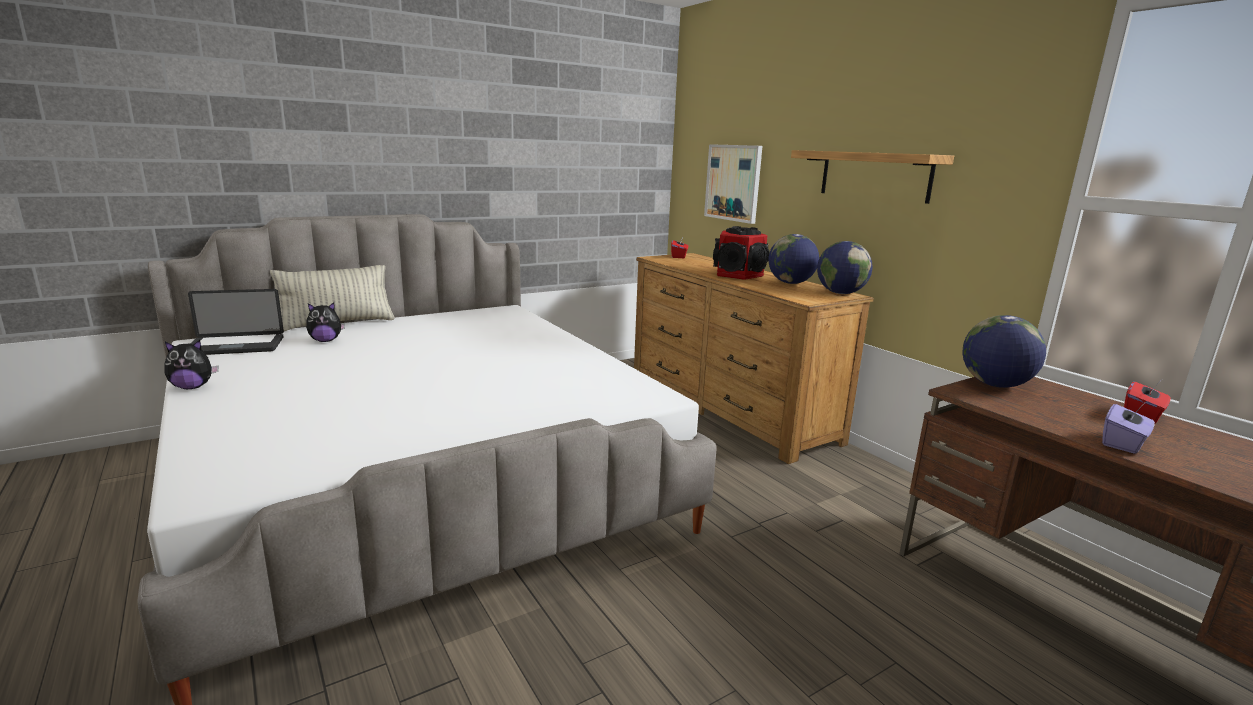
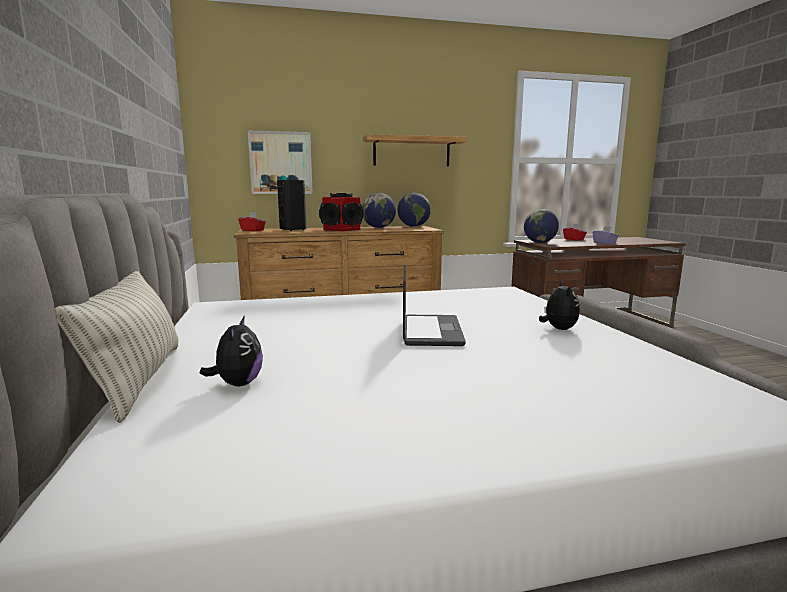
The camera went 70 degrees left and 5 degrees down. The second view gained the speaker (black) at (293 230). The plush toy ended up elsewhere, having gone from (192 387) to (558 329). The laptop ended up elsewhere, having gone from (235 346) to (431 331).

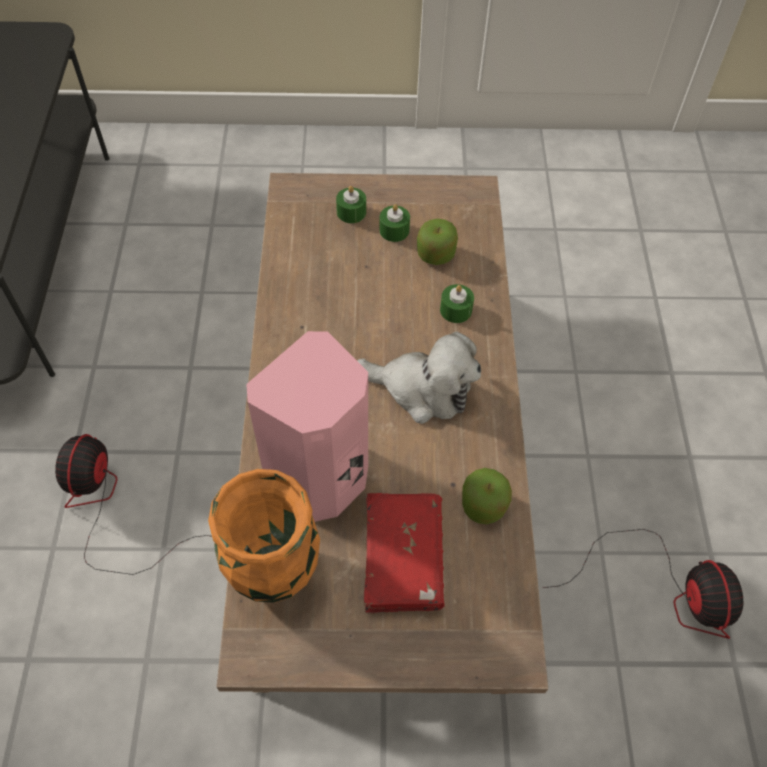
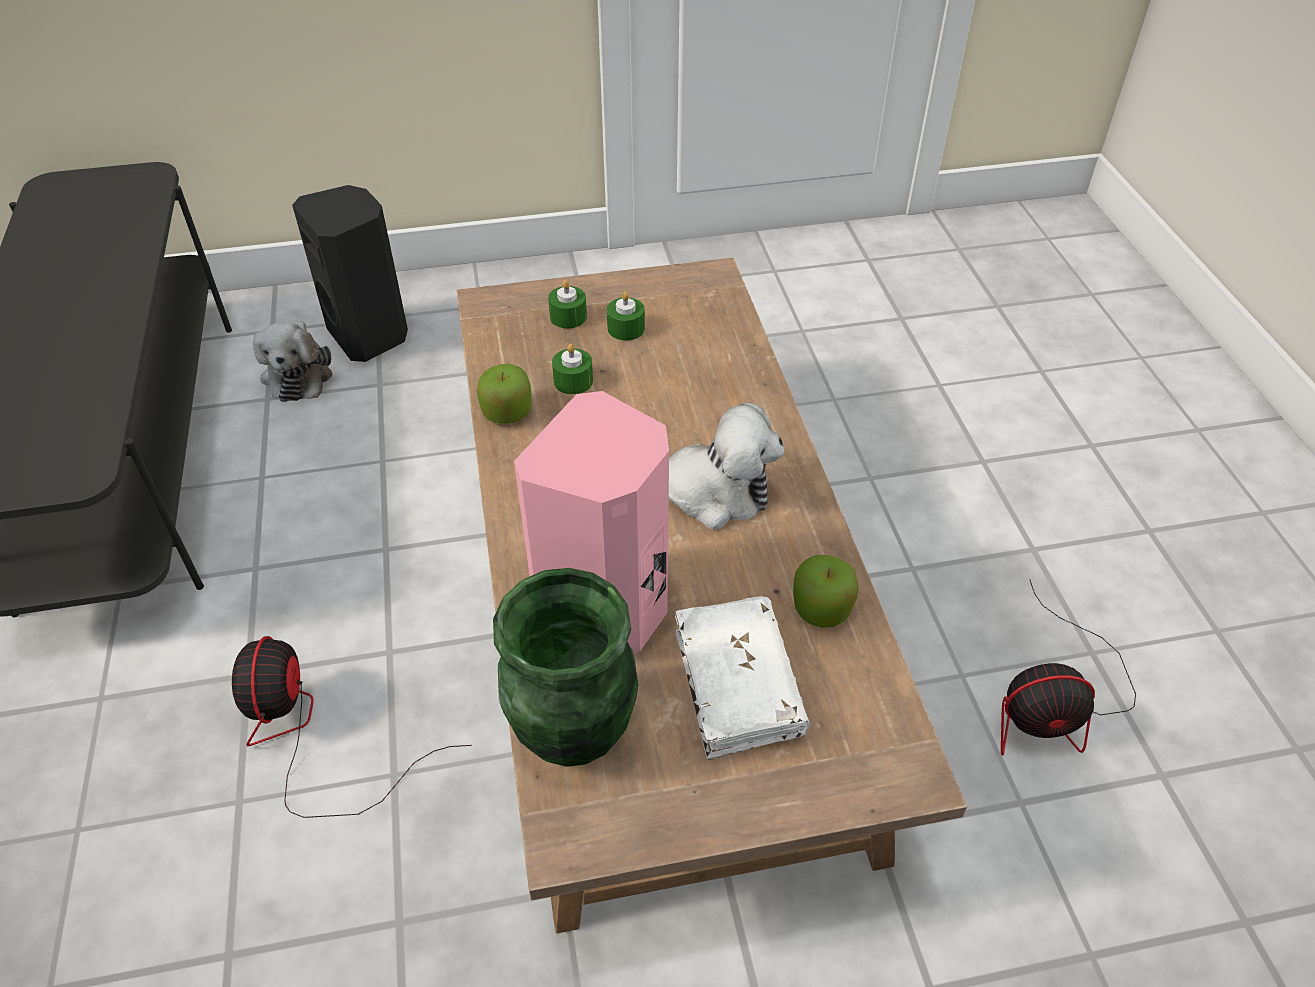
The camera went 10 degrees left and 10 degrees down. The second view gained the plush toy at (298 374). The second view gained the speaker (black) at (370 335). The apple ended up elsewhere, having gone from (436 254) to (507 412). The candle (green) ended up elsewhere, having gone from (456 310) to (573 381). What was the vase (orange) at (274 573) turned into the vase (green) at (573 734). What was the book (red) at (403 558) turned into the book (white) at (738 686). The fan at (667 590) ended up facing another way, 105 degrees clockwise from before.

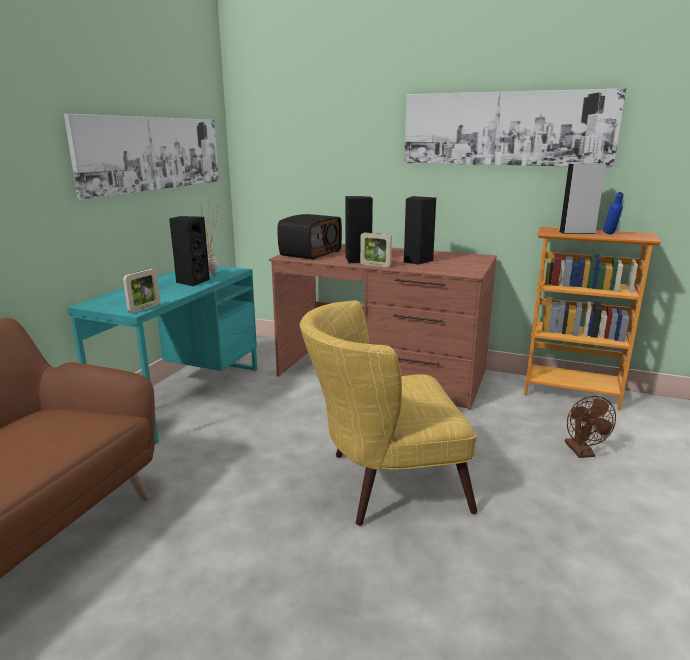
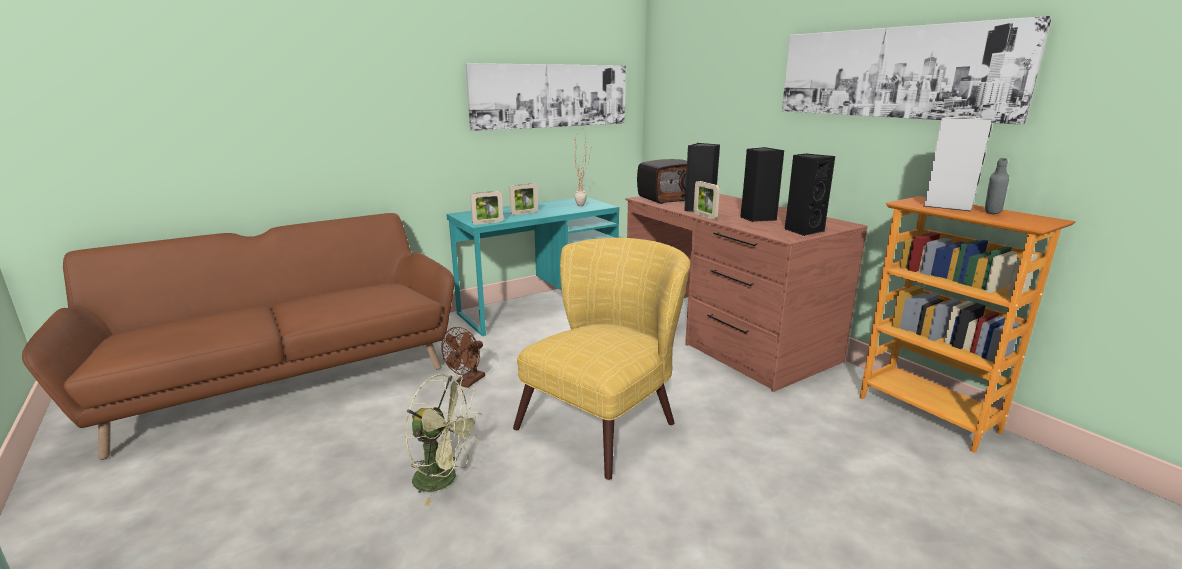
The camera went 35 degrees right and 0 degrees up. The second view gained the fan (green) at (444 479). The second view gained the picture frame at (524 213). The speaker (black) ended up elsewhere, having gone from (192 282) to (803 230). The fan (brown) ended up elsewhere, having gone from (582 452) to (467 382). What was the bottle (blue) at (610 234) turned into the bottle (grey) at (991 214). The armchair (yellow) at (382 483) ended up facing another way, 105 degrees clockwise from before.

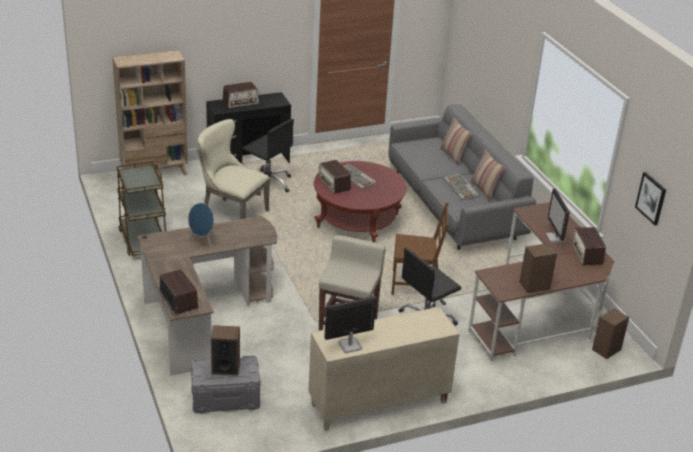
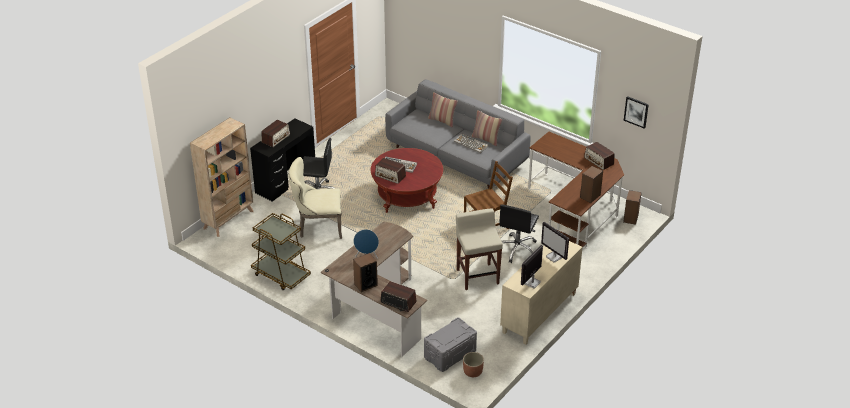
The camera went 30 degrees left and 5 degrees up. The second view gained the planter at (472 372). The speaker ended up elsewhere, having gone from (225 368) to (365 284). The monitor ended up elsewhere, having gone from (555 238) to (554 257).

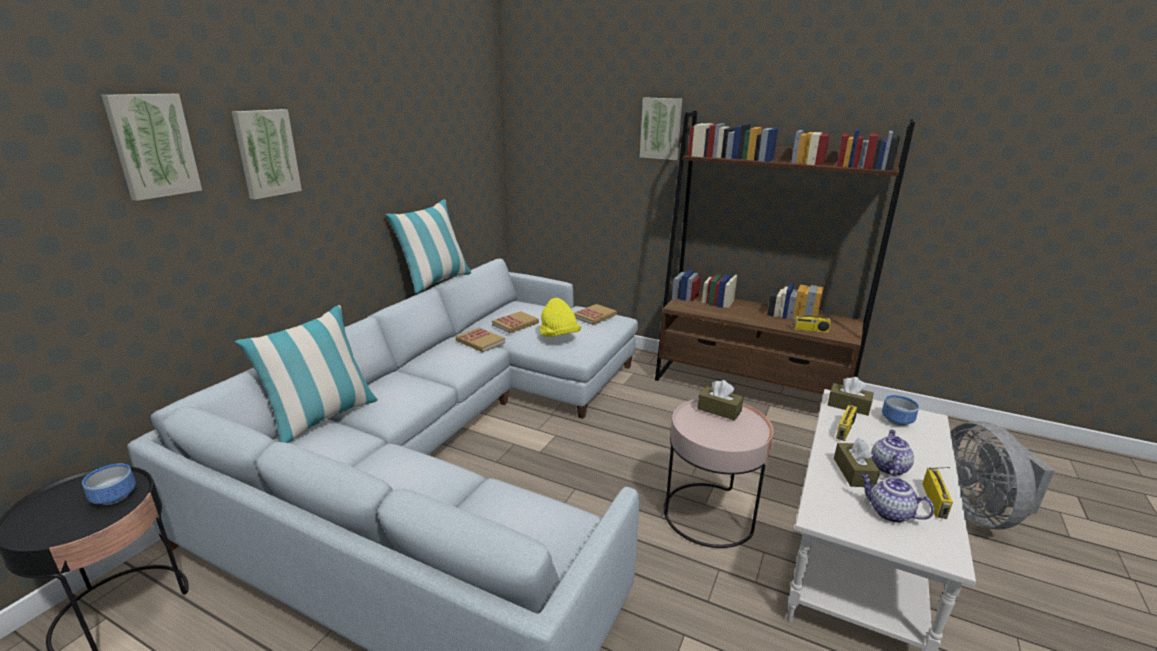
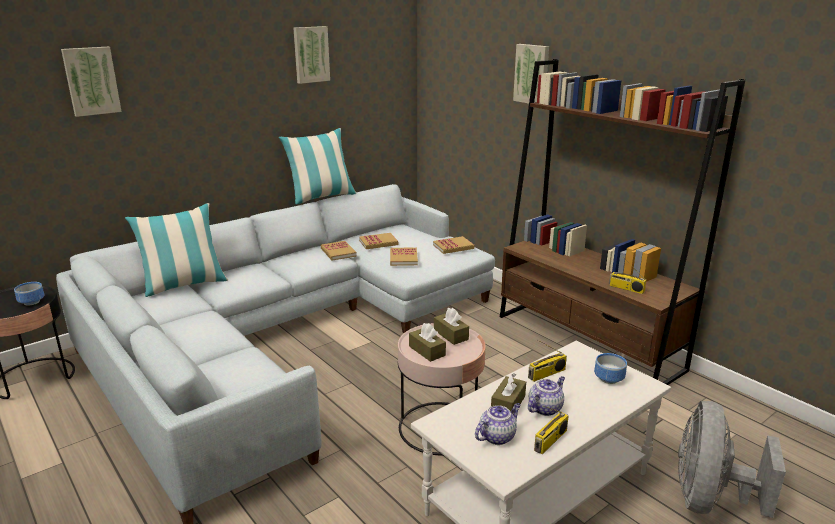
The camera went 25 degrees right and 0 degrees up. The picture ended up elsewhere, having gone from (266 153) to (311 54). The tissue box (brown) ended up elsewhere, having gone from (848 406) to (427 351). Where the hat (yellow) stood at (559 336), the book came to stand at (403 258). The teapot at (889 512) ended up facing another way, 75 degrees clockwise from before.

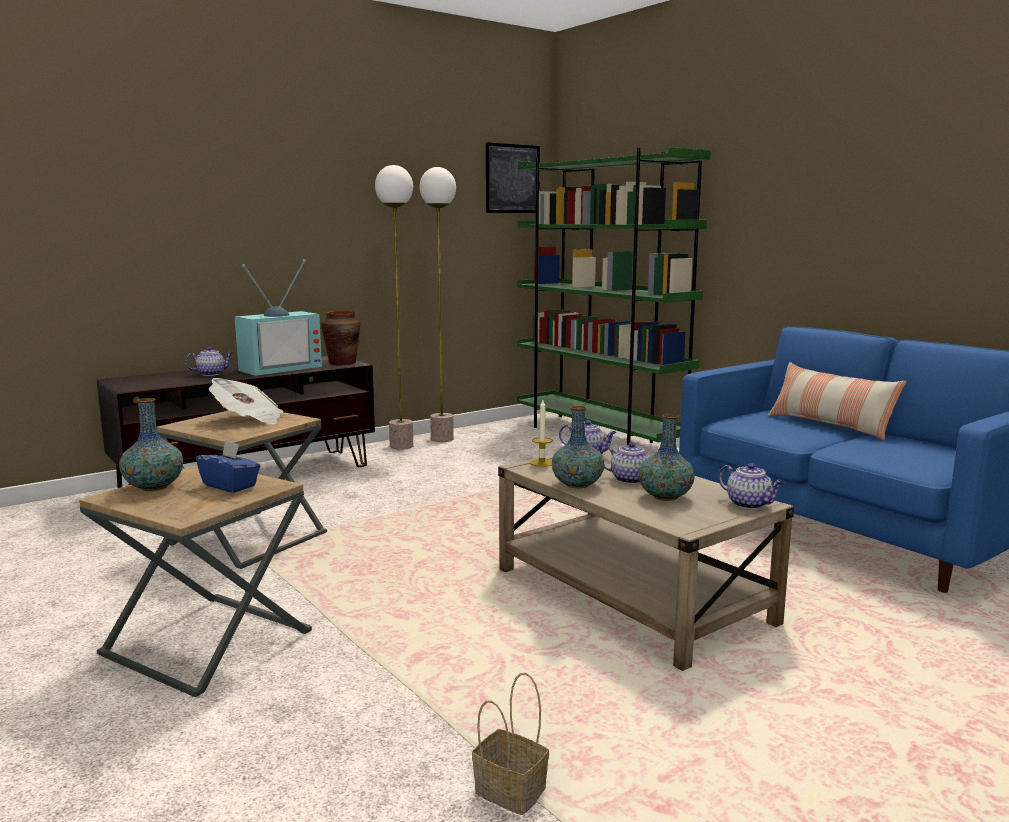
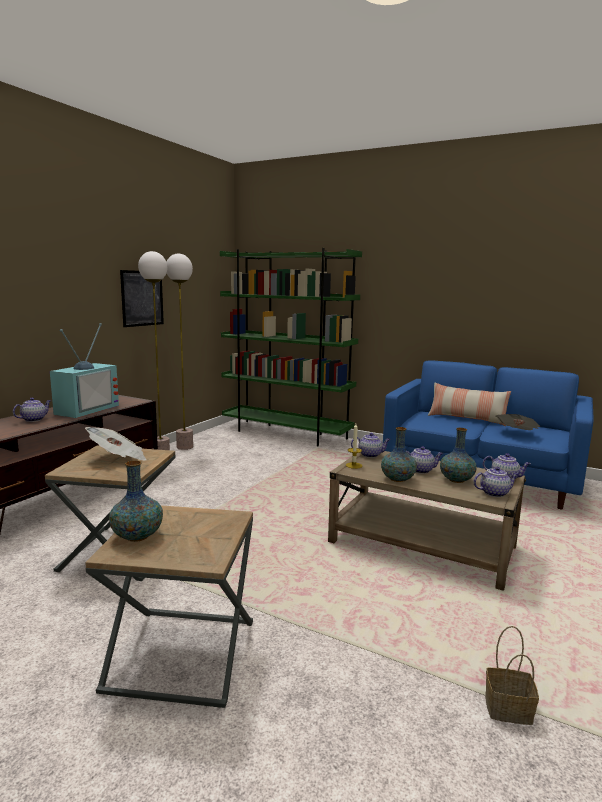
The camera went 25 degrees left and 0 degrees up. The second view lost the tissue box (blue) at (230 486). The second view lost the vase (brown) at (342 363). The second view gained the teapot at (494 493). The second view gained the newspaper at (517 433). The picture ended up elsewhere, having gone from (512 178) to (142 298).

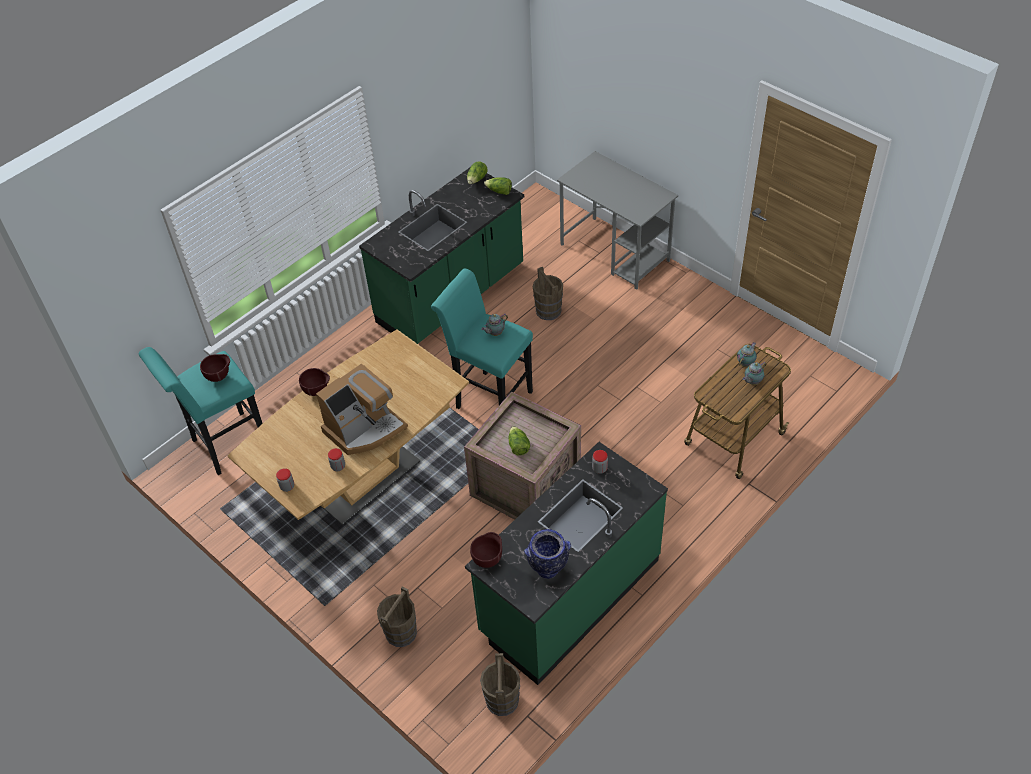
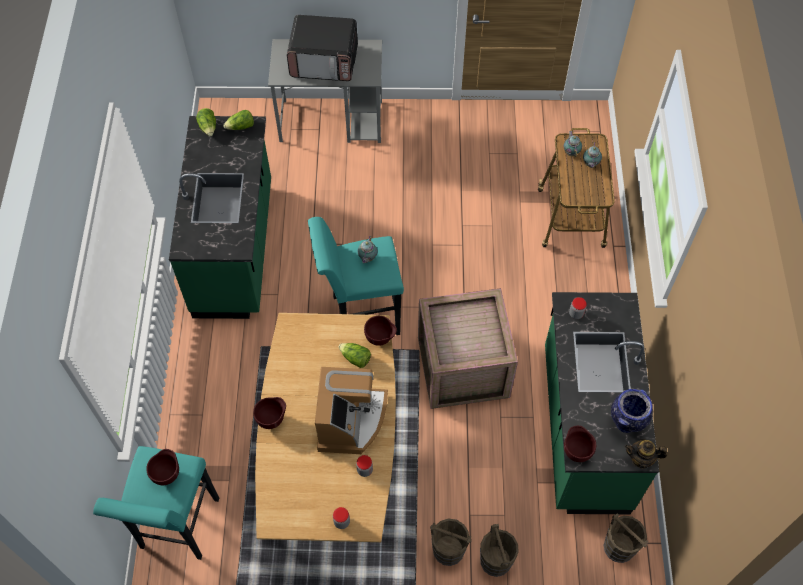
The camera went 45 degrees left and 10 degrees up. The second view gained the microwave at (324 61). The second view gained the bowl (brown) at (380 338). The second view gained the teapot at (641 459). The lettuce ended up elsewhere, having gone from (518 446) to (355 358). The bucket (brown) ended up elsewhere, having gone from (548 310) to (448 550).

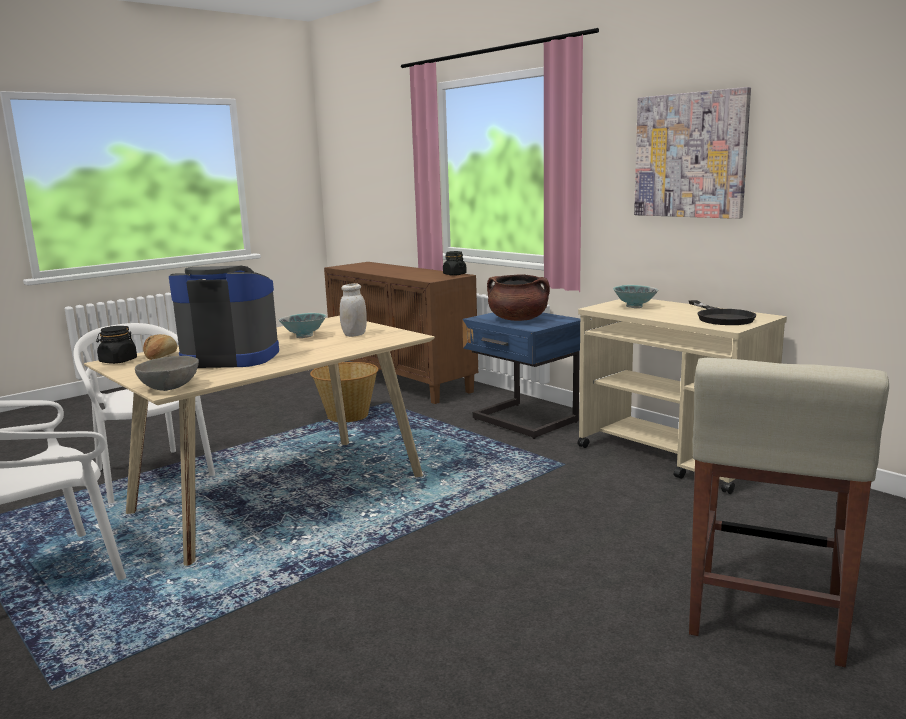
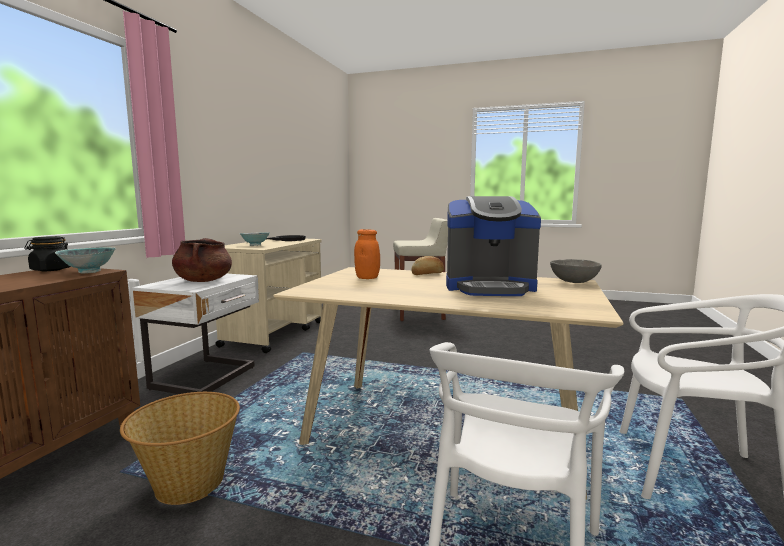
The camera went 120 degrees left and 5 degrees down. The second view lost the jar (black) at (118 361). The second view lost the picture at (690 155). The bread ended up elsewhere, having gone from (160 356) to (428 274). The bowl ended up elsewhere, having gone from (304 336) to (89 272). What was the jar (white) at (354 335) turned into the jar (orange) at (367 278). What was the nightstand (blue) at (523 421) turned into the nightstand (white) at (207 378). The coffee machine at (230 357) ended up facing another way, 60 degrees counterclockwise from before.

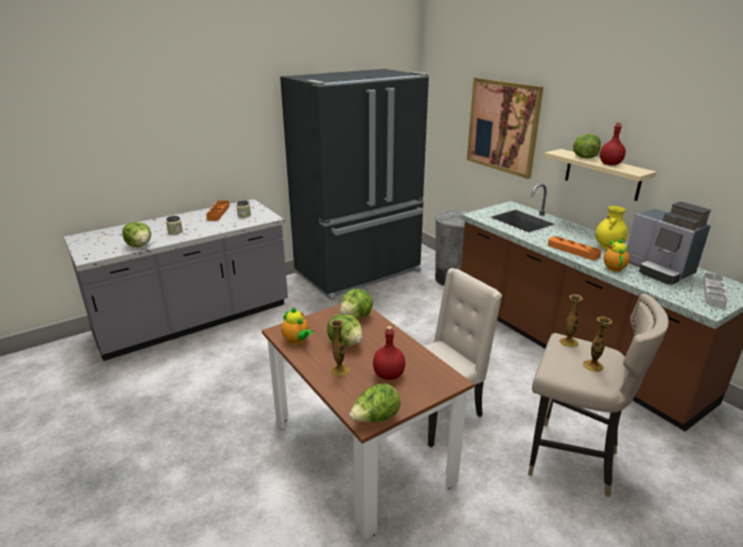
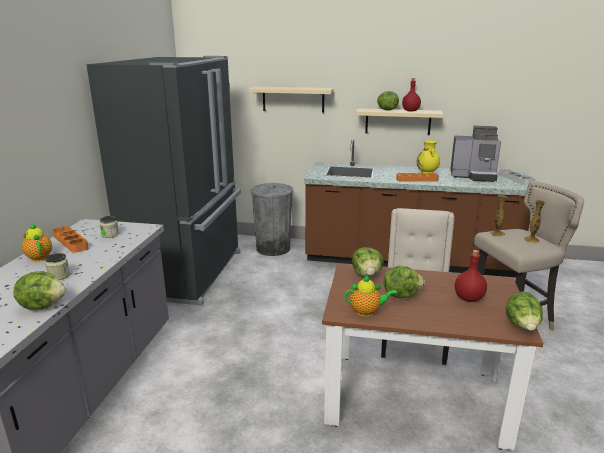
The camera went 45 degrees left and 5 degrees down. The second view lost the vase at (340 370). The teapot ended up elsewhere, having gone from (613 267) to (39 257). Where the picture hung at (503 126), the shelf (beige) came to hang at (293 99).

